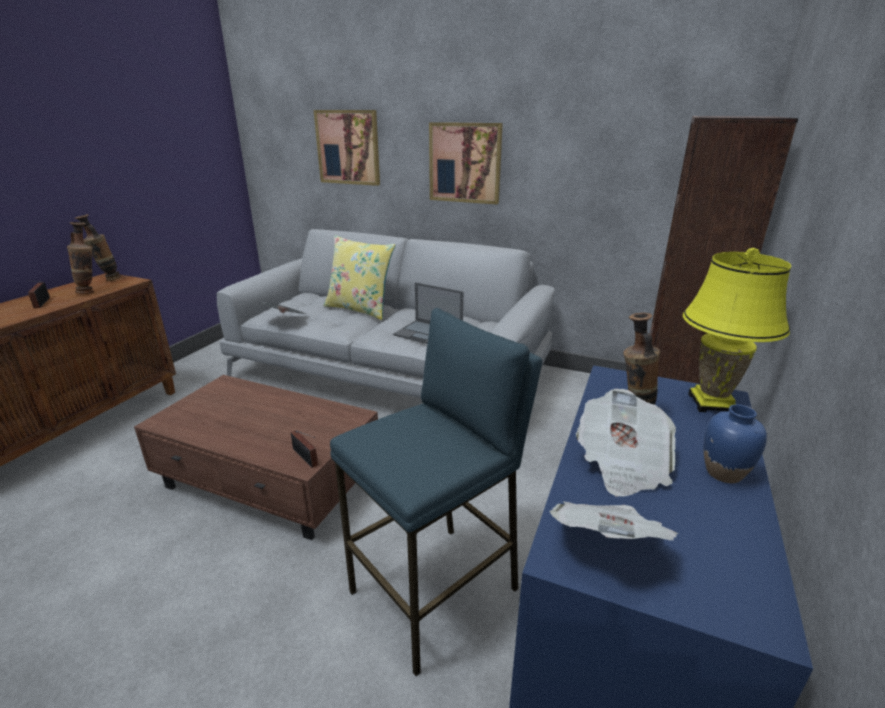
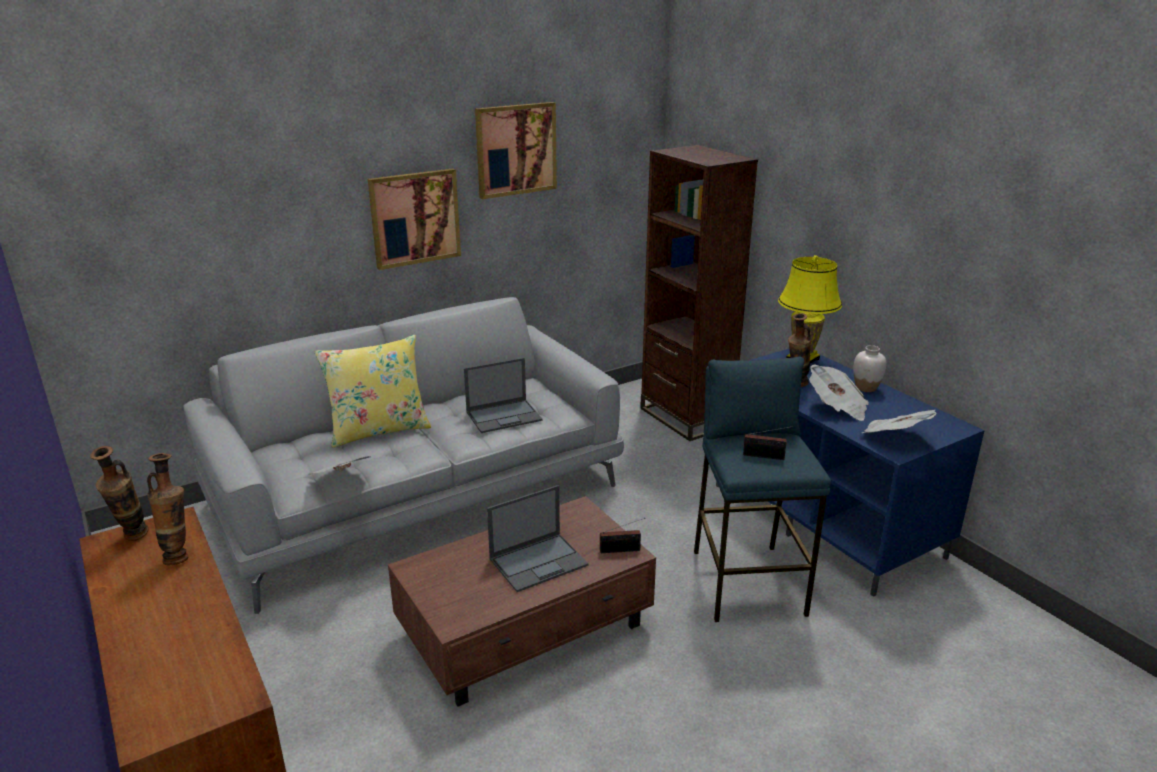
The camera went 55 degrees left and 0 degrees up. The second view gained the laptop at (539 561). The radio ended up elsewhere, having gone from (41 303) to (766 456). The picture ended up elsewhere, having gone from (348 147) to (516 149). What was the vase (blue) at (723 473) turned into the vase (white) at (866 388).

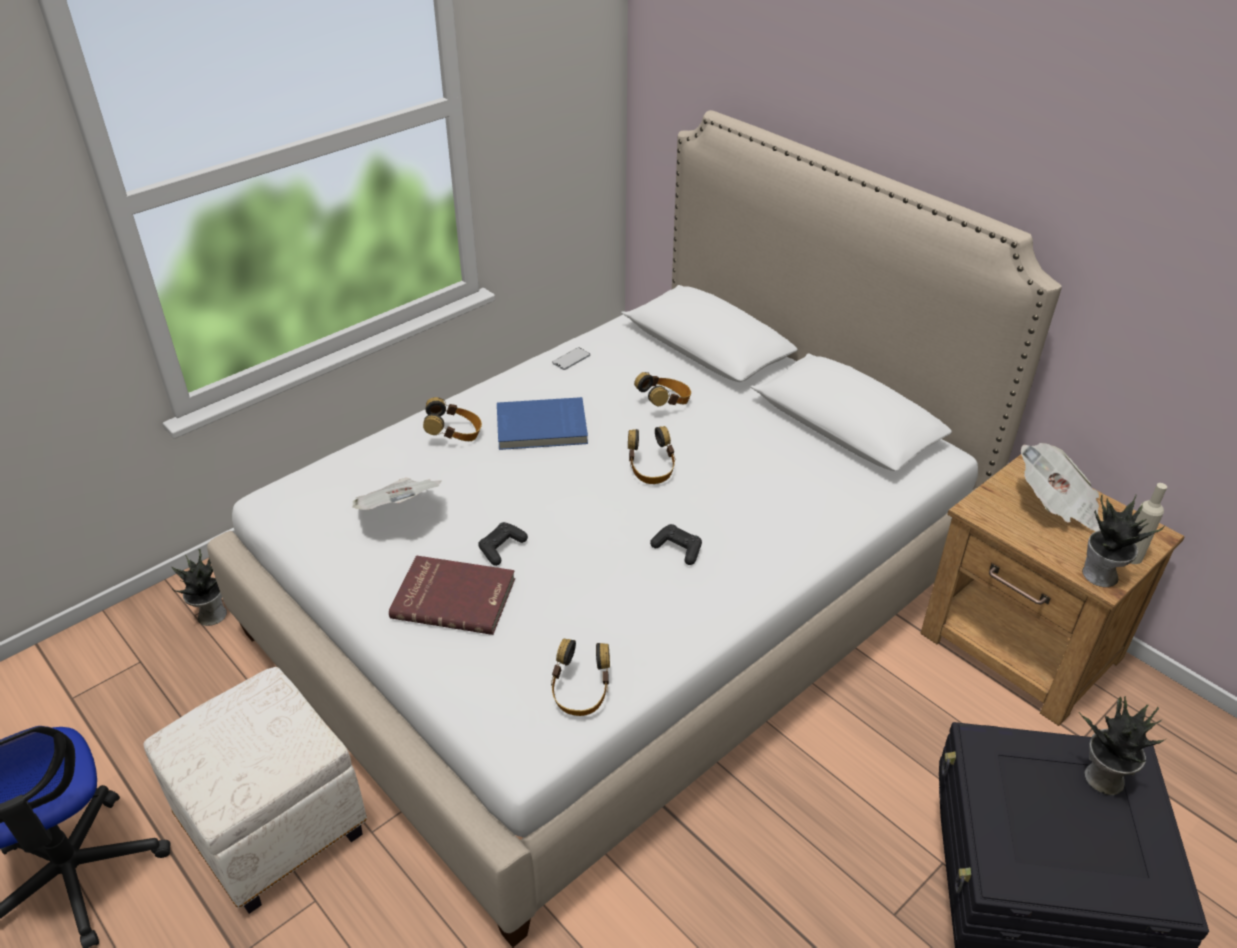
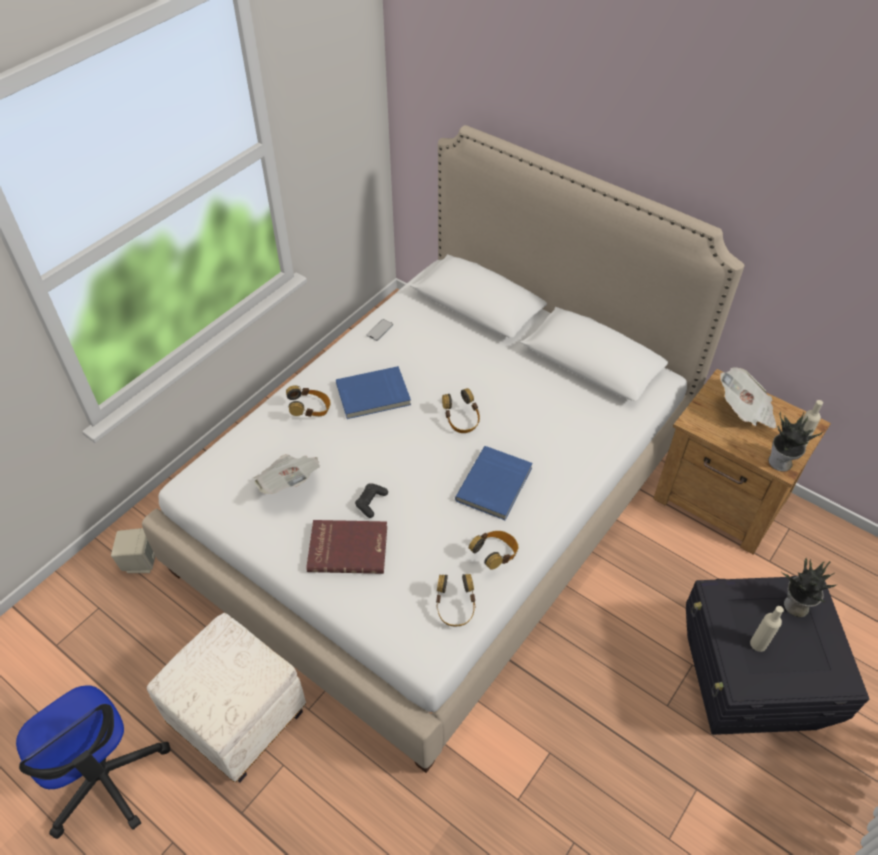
The camera went 10 degrees left and 10 degrees up. The second view gained the bottle (beige) at (758 644). The headphones ended up elsewhere, having gone from (665 403) to (495 555). Where the potted plant stood at (210 615), the speaker (beige) came to stand at (140 562). Where the game controller (black) stood at (678 549), the book (blue) came to stand at (495 485).

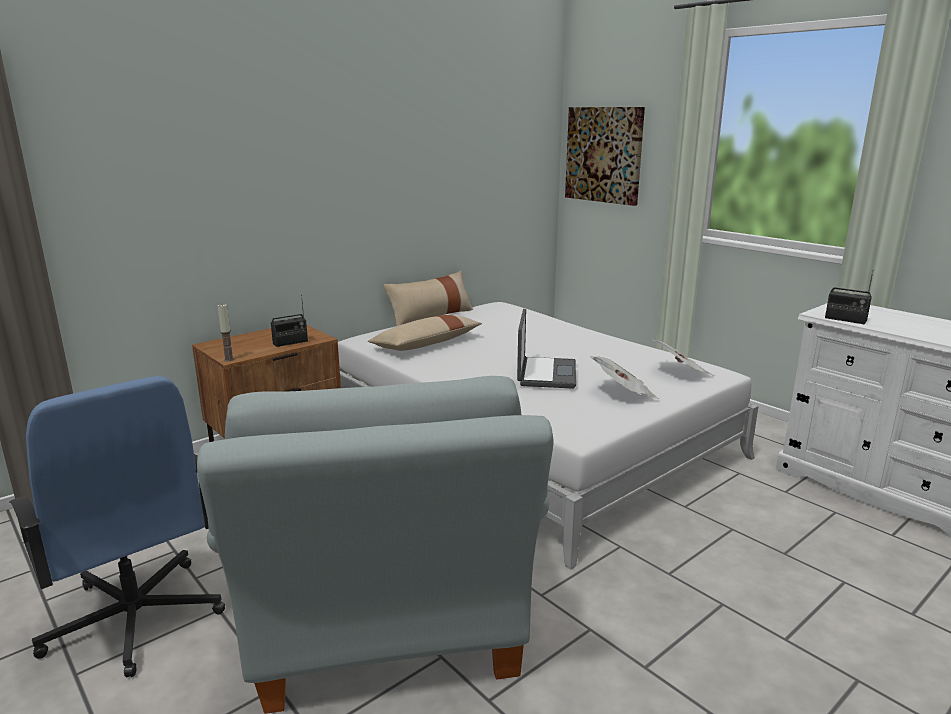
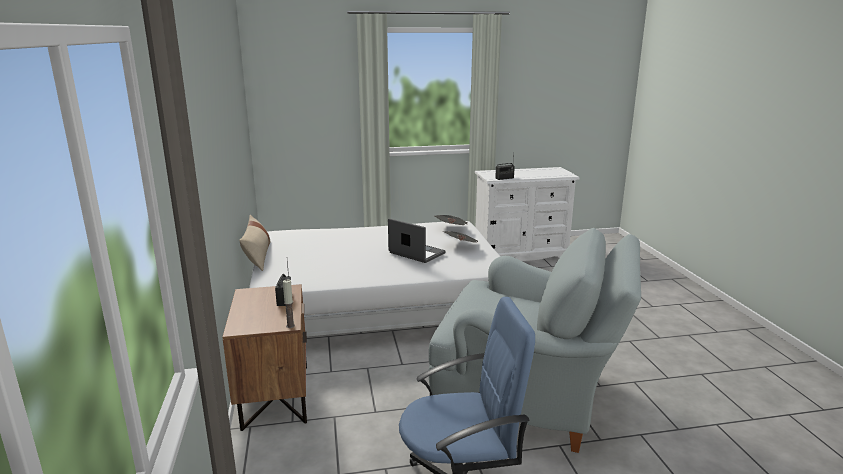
The camera went 60 degrees left and 0 degrees up. The second view lost the pillow (beige) at (426 344). The second view lost the picture at (604 155).

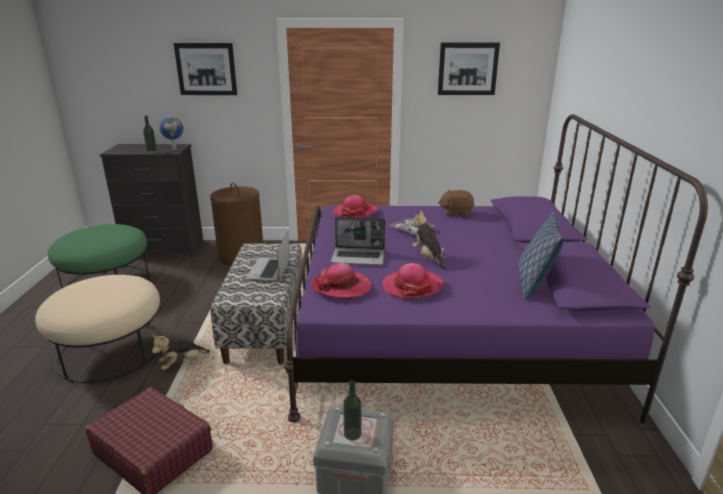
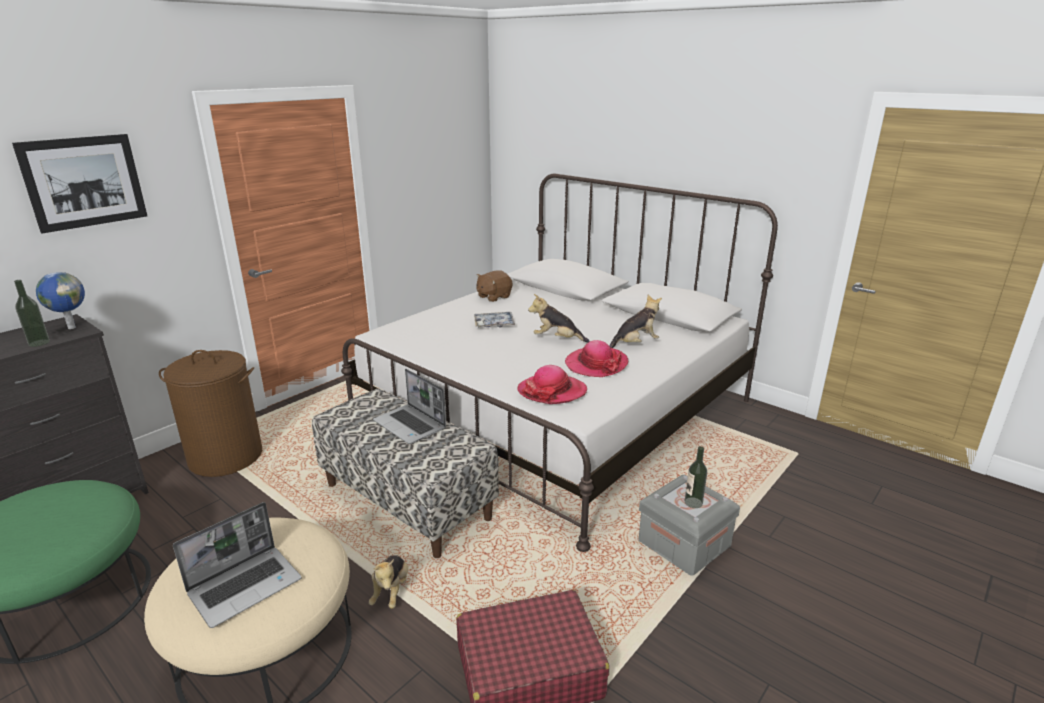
The camera went 50 degrees left and 0 degrees up. The second view lost the hat at (355 212). The second view lost the picture at (468 69). The second view lost the pillow at (534 284). The second view gained the plush toy at (635 344). The laptop ended up elsewhere, having gone from (359 257) to (246 586). What was the bed (purple) at (445 327) turned into the bed (white) at (555 410).

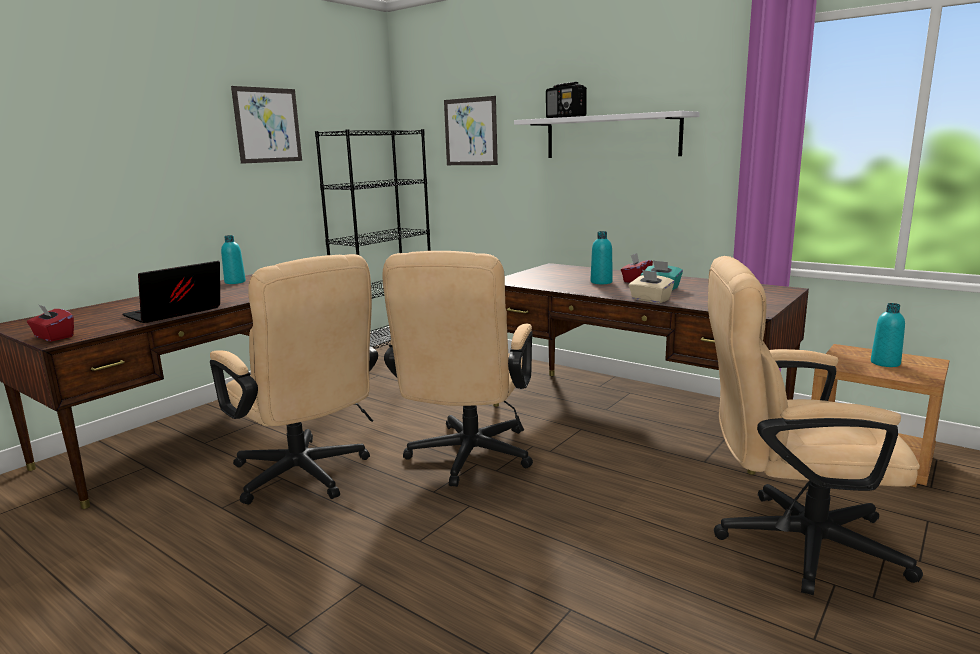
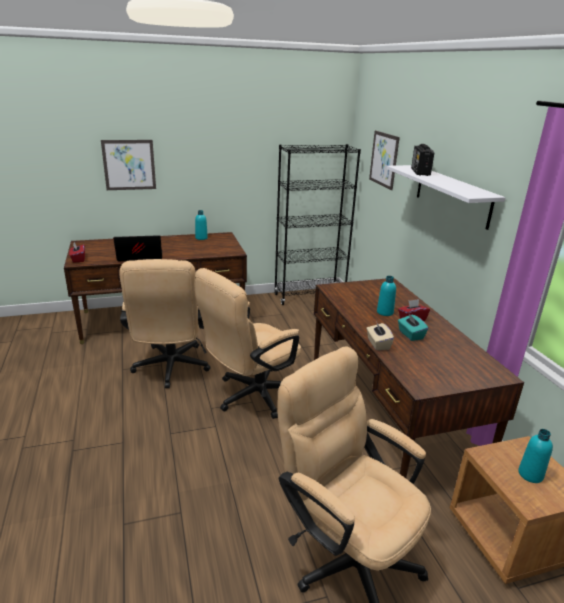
The camera went 35 degrees right and 10 degrees up. The picture ended up elsewhere, having gone from (268 125) to (129 165).

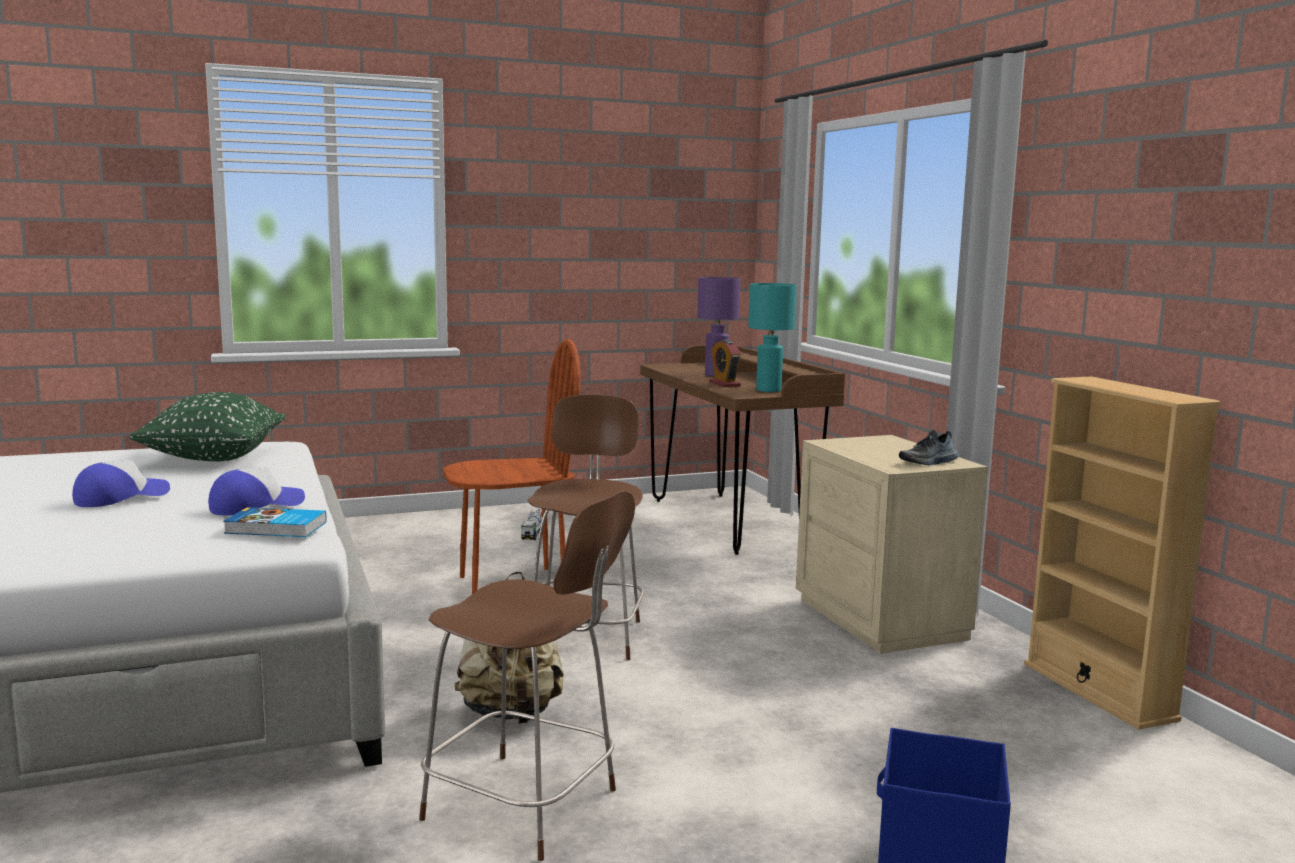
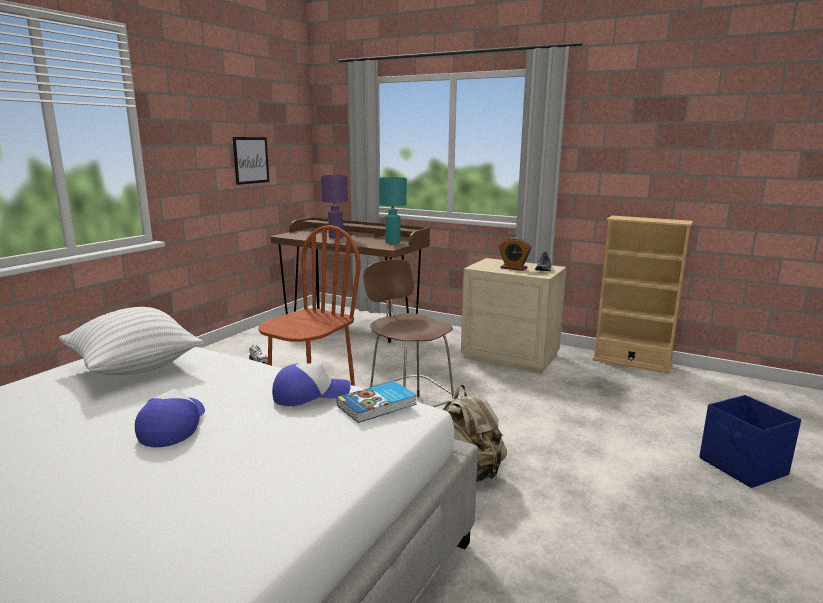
The camera went 40 degrees left and 5 degrees up. The second view lost the stool (brown) at (526 806). The second view gained the picture at (251 160). The alarm clock ended up elsewhere, having gone from (724 384) to (513 268). What was the pillow (green) at (213 458) turned into the pillow (white) at (135 368). The cap at (256 506) ended up facing another way, 60 degrees clockwise from before.

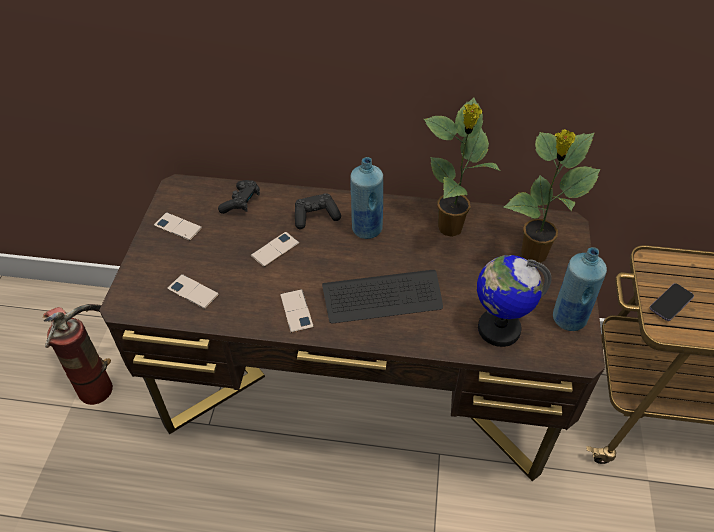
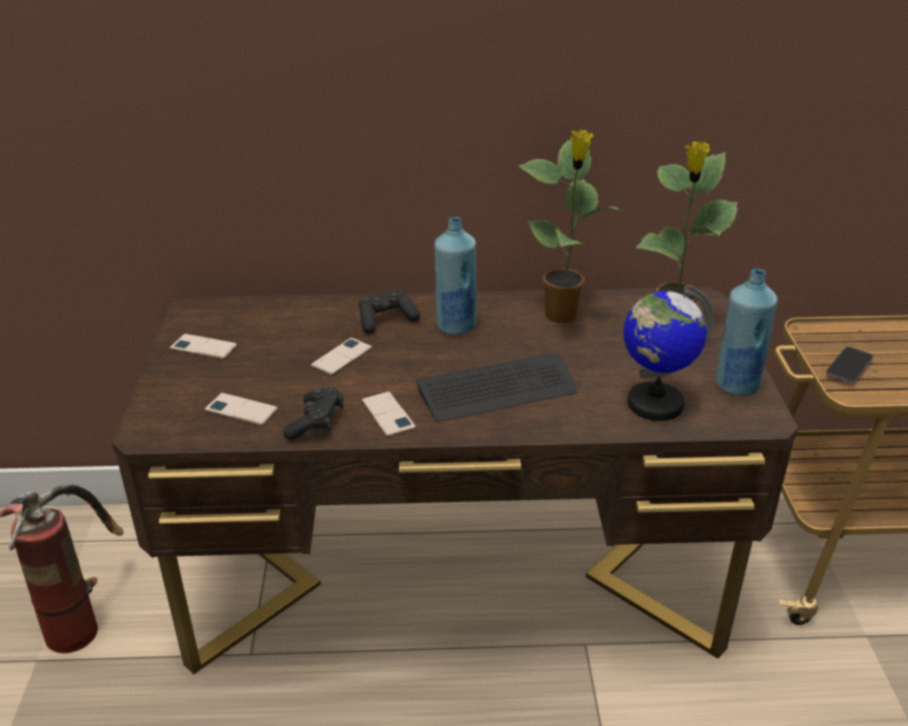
The camera went 10 degrees left and 15 degrees down. The game controller (black) ended up elsewhere, having gone from (241 203) to (316 423).

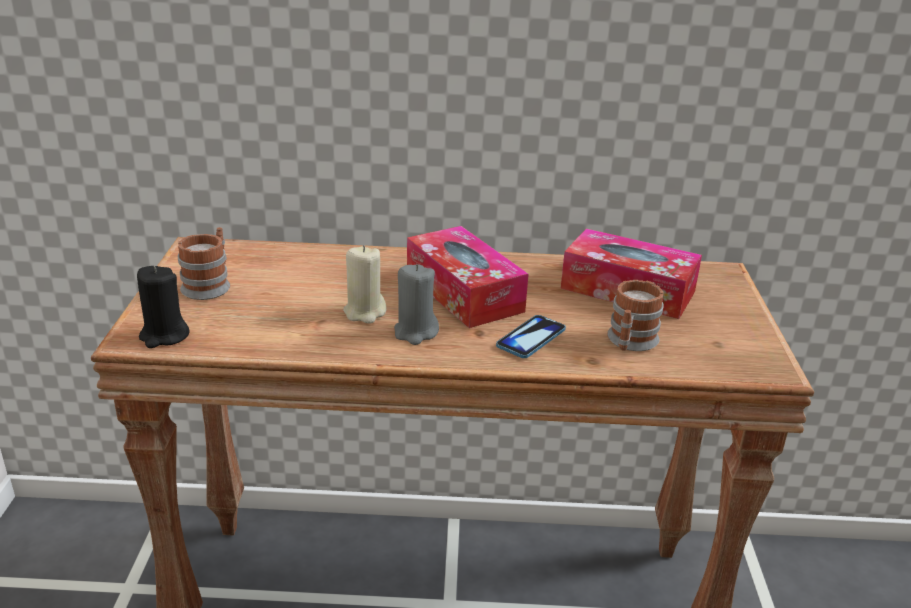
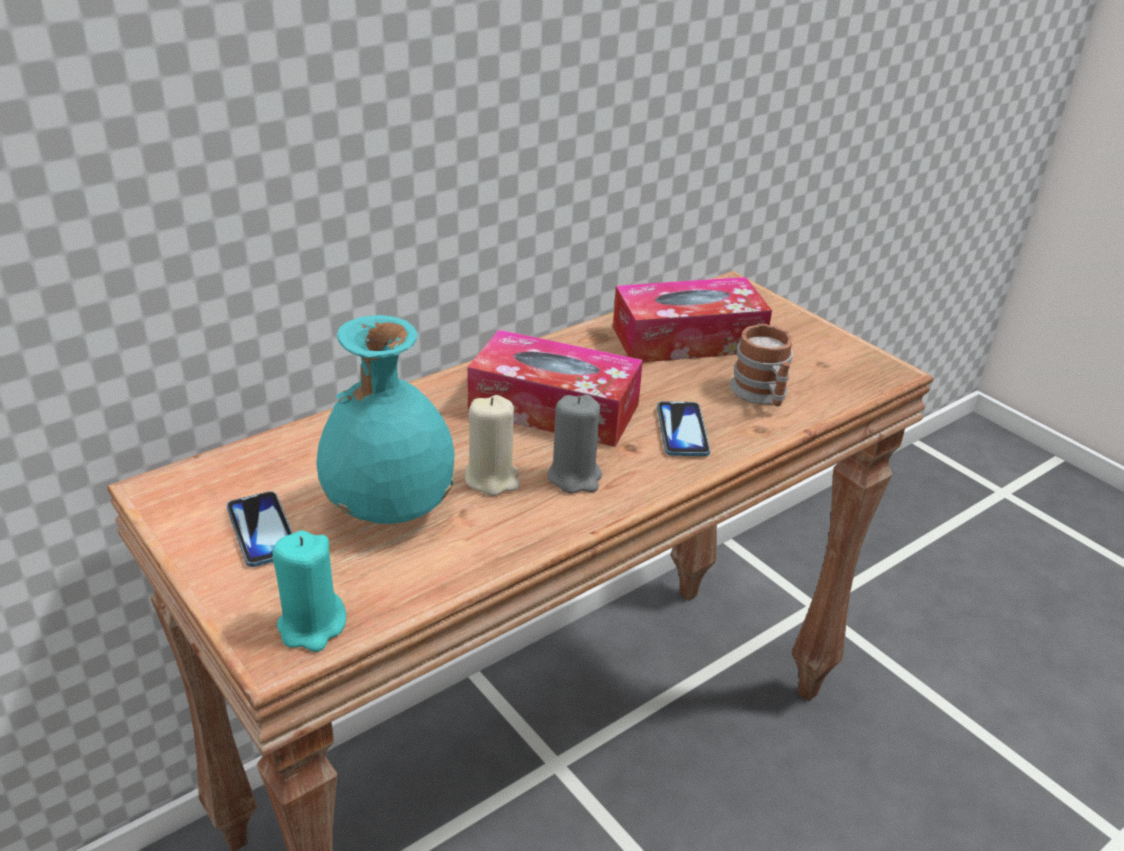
The camera went 40 degrees left and 5 degrees up. The second view gained the vase (turquoise) at (389 508). Where the mug stood at (209 284), the phone came to stand at (262 531). What was the candle (black) at (164 336) turned into the candle (turquoise) at (312 626).

